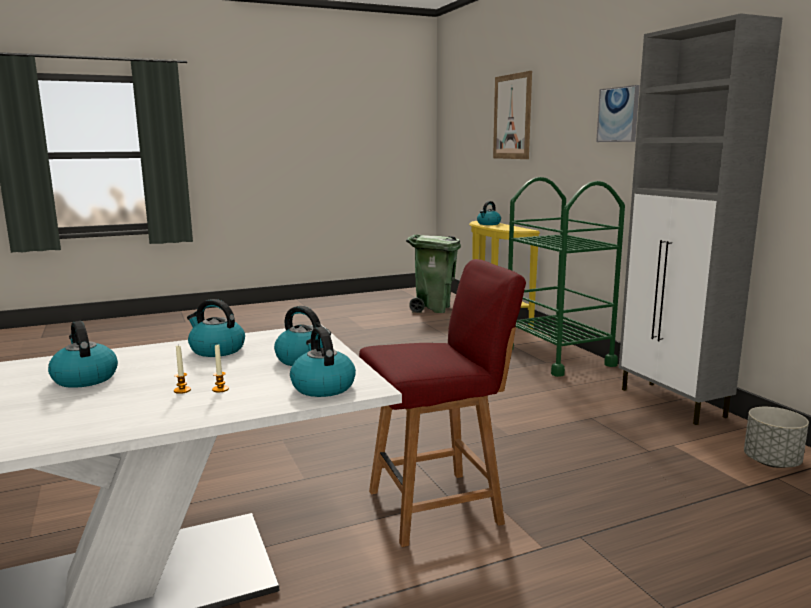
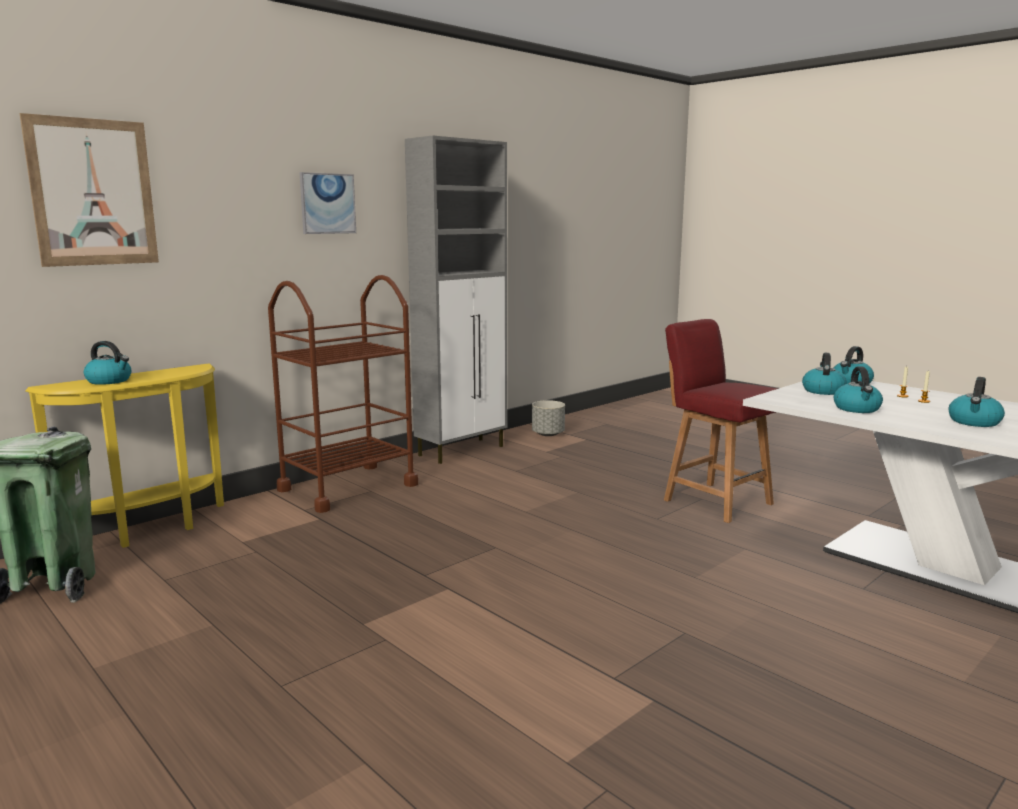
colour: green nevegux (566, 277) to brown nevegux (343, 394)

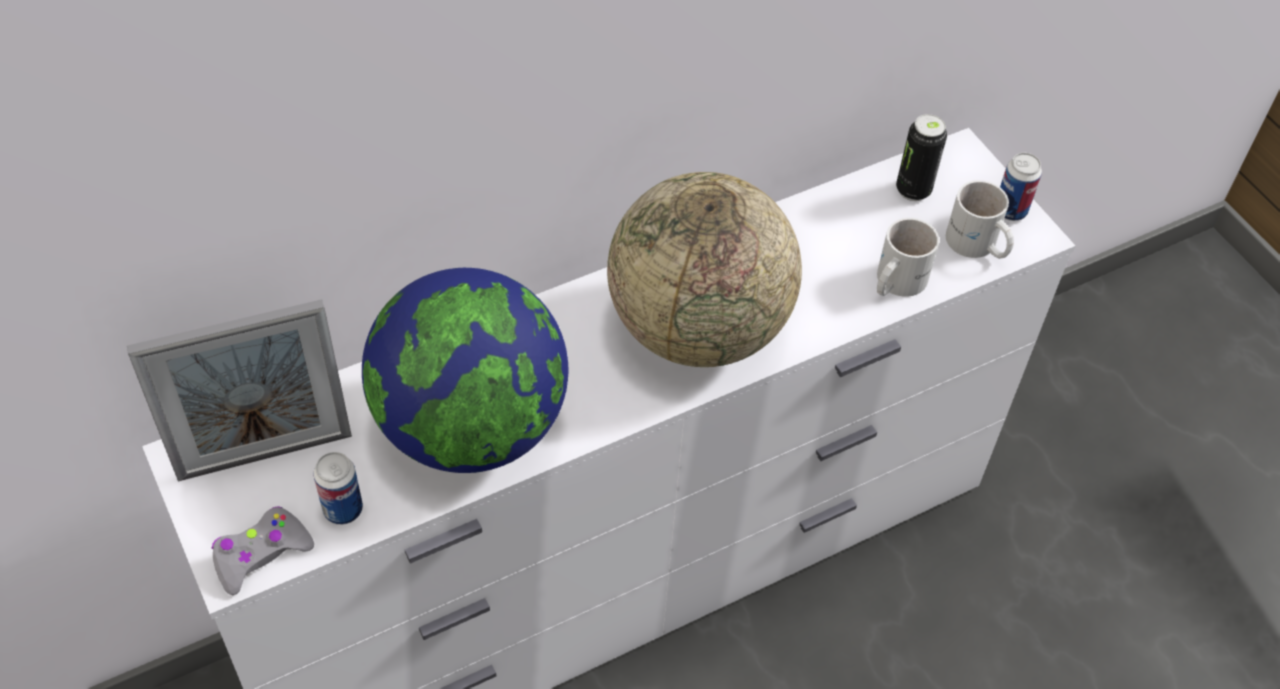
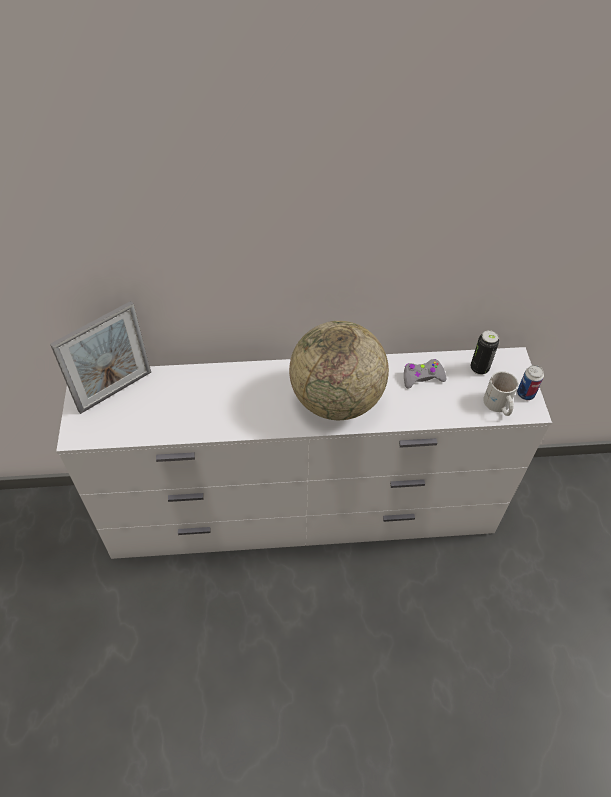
missing: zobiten (338, 488); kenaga (465, 370); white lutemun (908, 257)
relocated: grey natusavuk (263, 551) to (425, 373)
spun: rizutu (239, 390) = (100, 357) 45 degrees counterclockwise

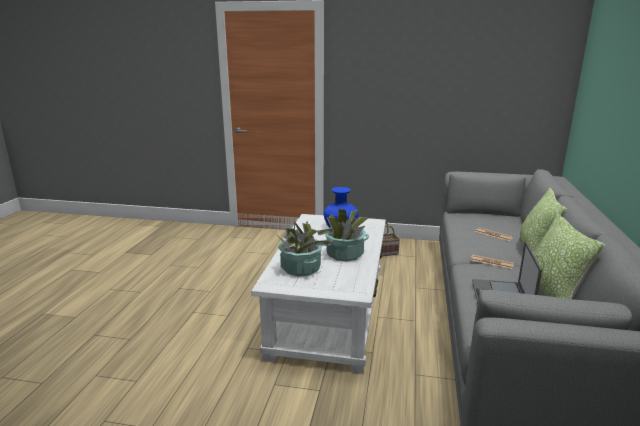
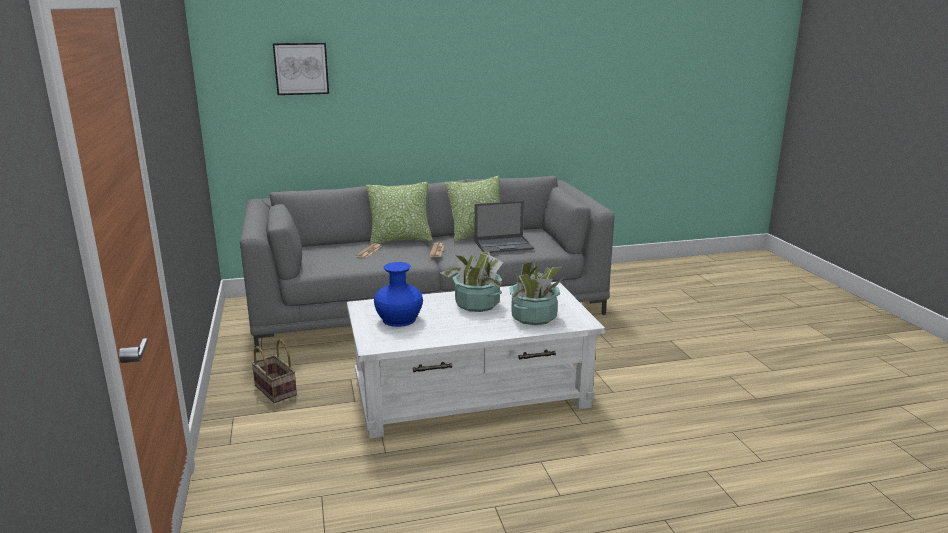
appeared: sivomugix (301, 69)

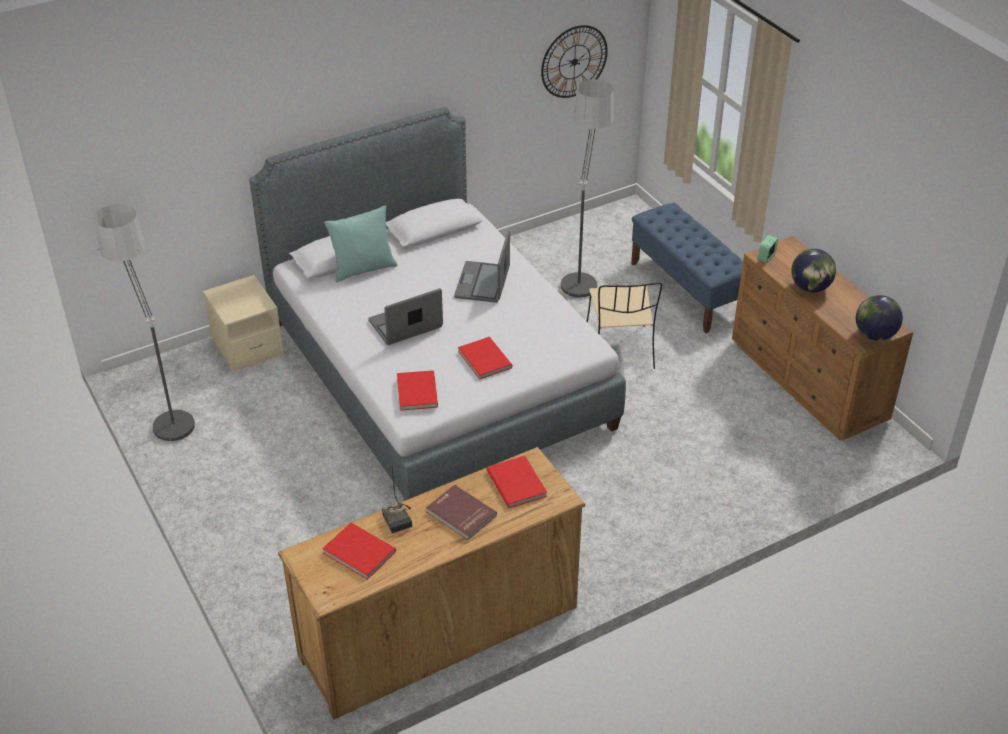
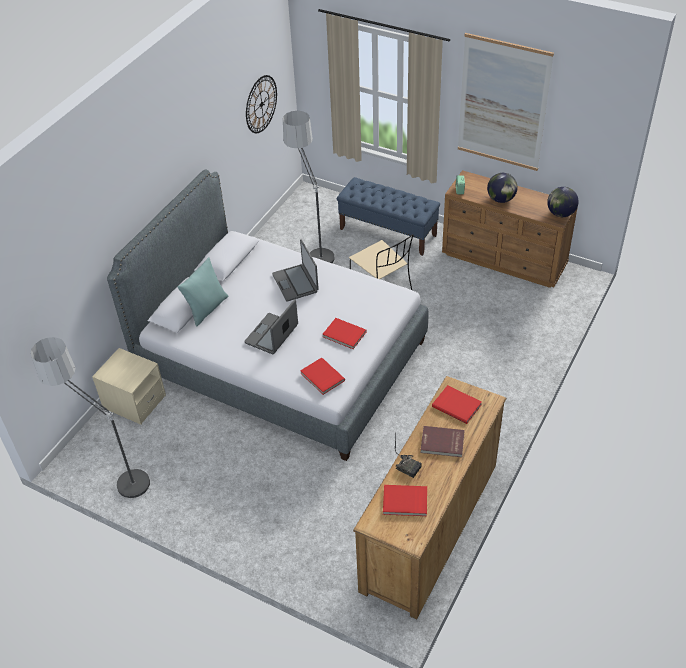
appeared: sivomugix (506, 102)

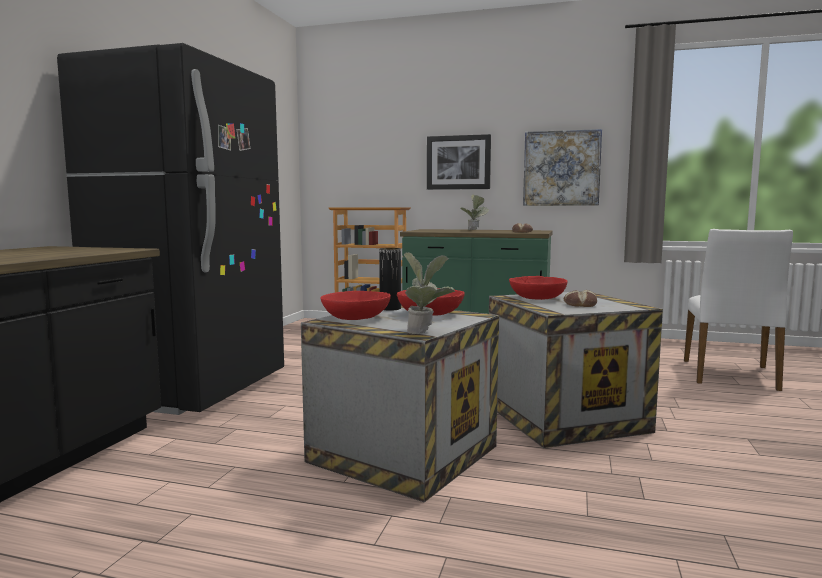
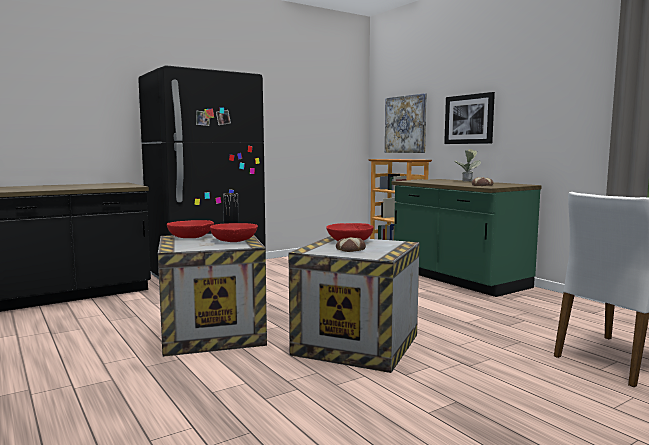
missing: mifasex (429, 293)
relocated: sivomugix (562, 167) to (406, 123)

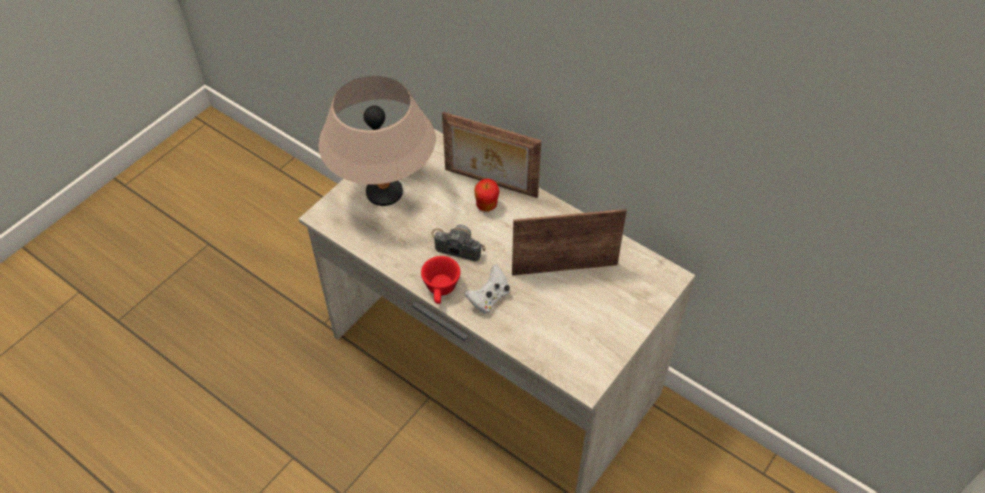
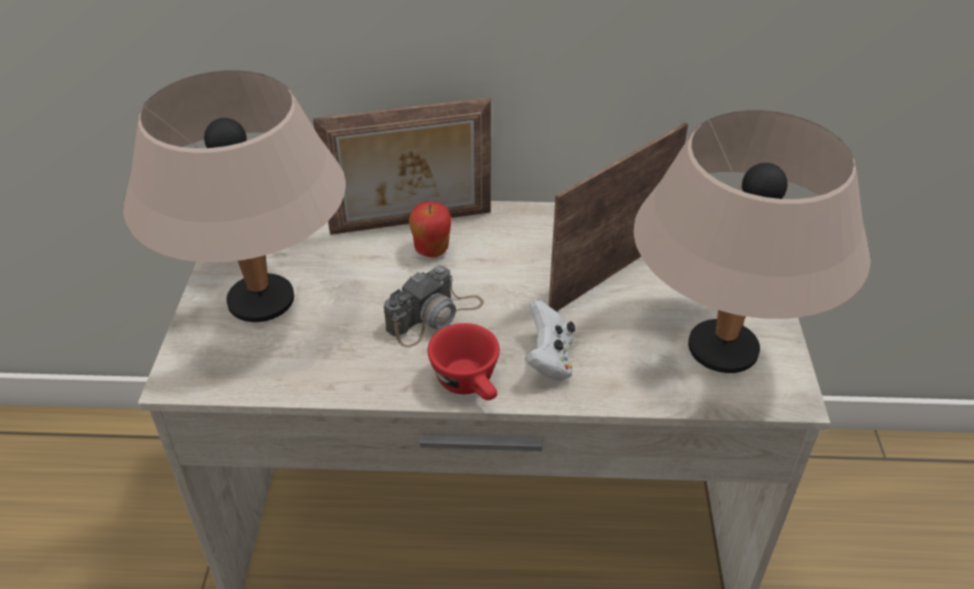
appeared: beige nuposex (752, 241)
spun: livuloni (458, 243) = (434, 306) 150 degrees clockwise

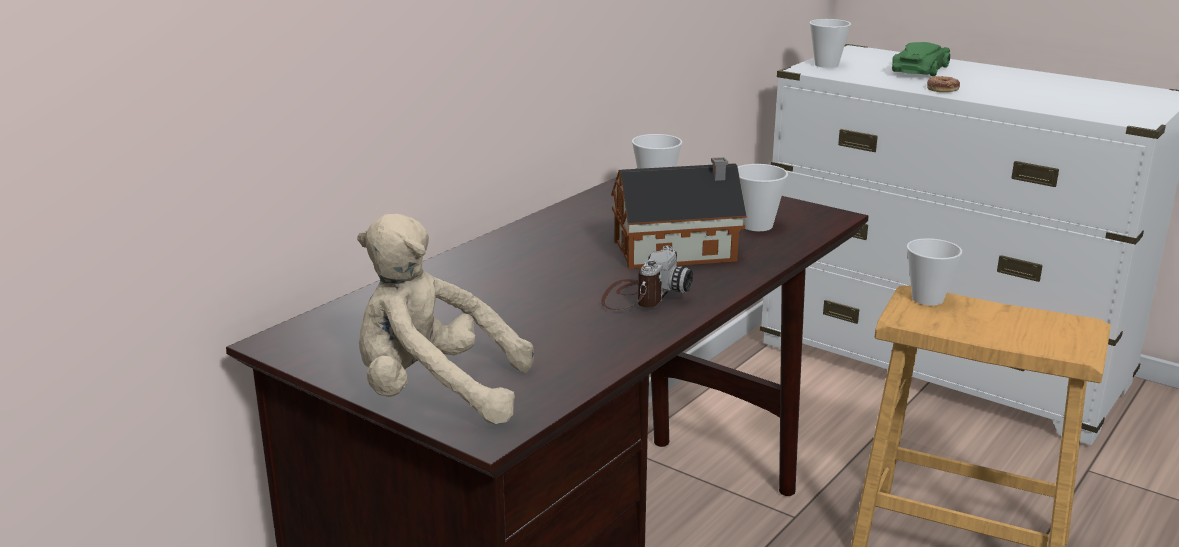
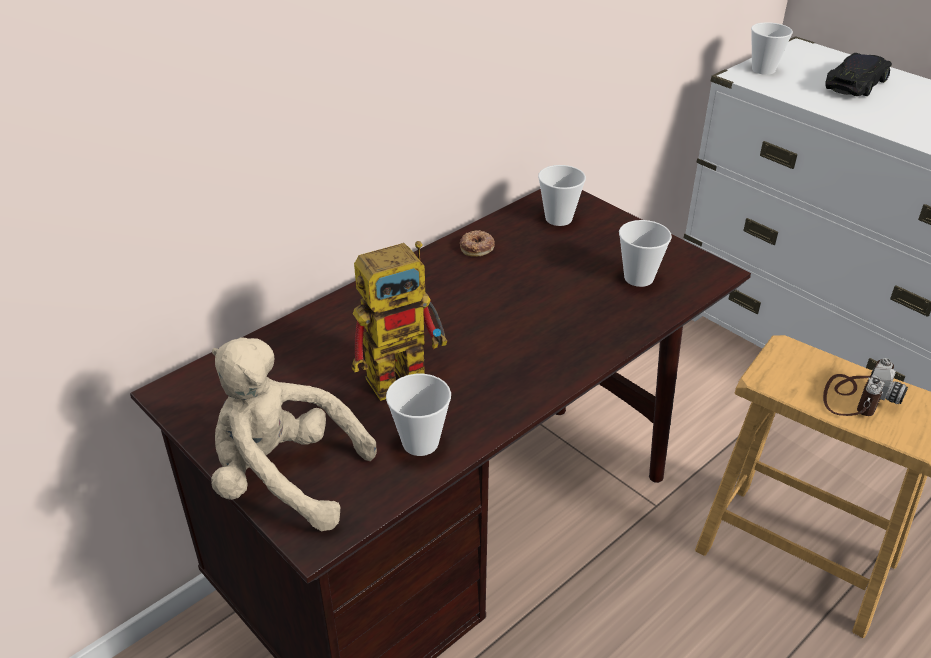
missing: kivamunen (679, 213)
appeared: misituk (399, 321)
relocated: livuloni (647, 278) to (865, 387); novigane (934, 272) to (418, 415); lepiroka (943, 84) to (477, 243)
colour: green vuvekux (921, 59) to black vuvekux (858, 74)

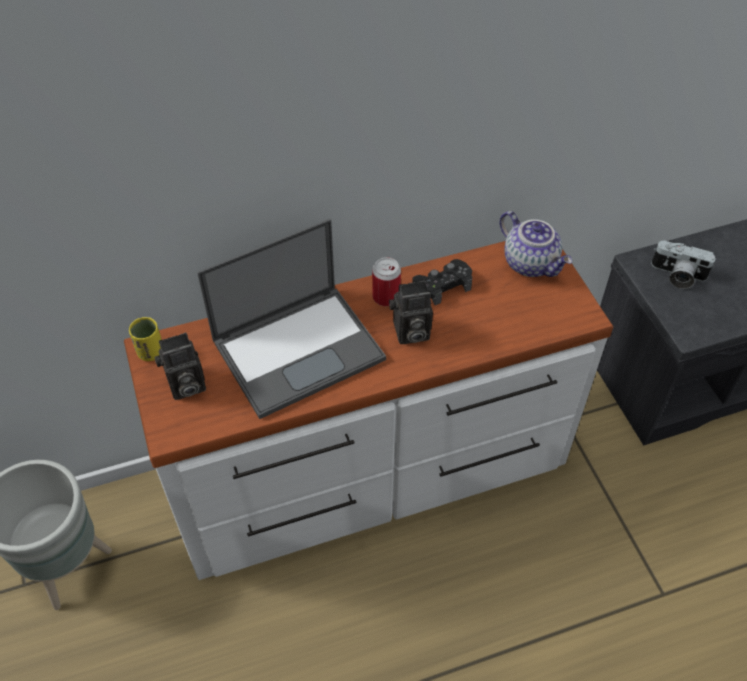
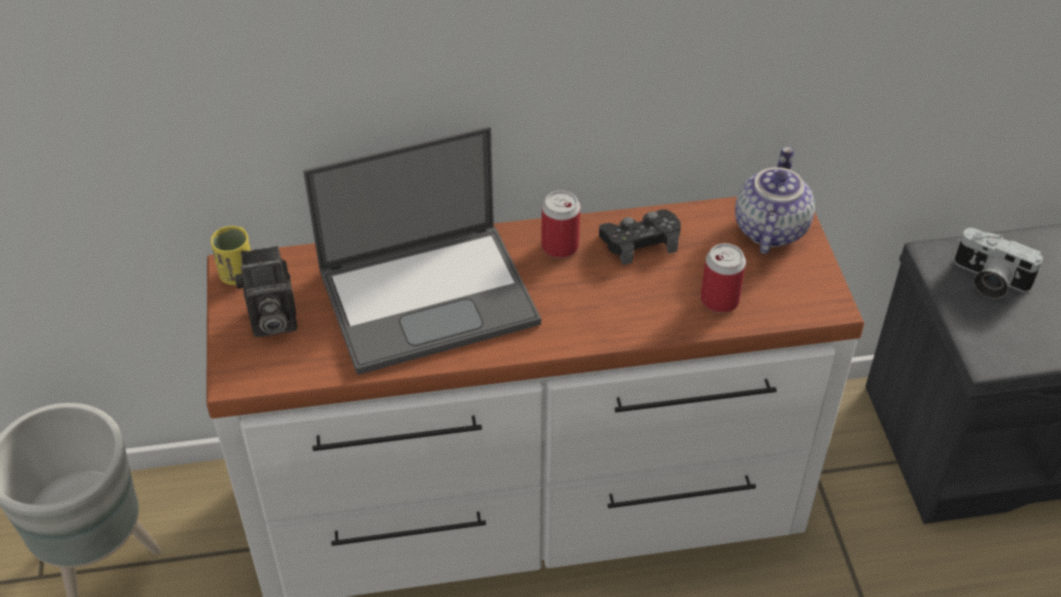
missing: livuloni (411, 312)
appeared: zobiten (723, 278)
spun: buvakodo (535, 244) = (775, 200) 135 degrees counterclockwise

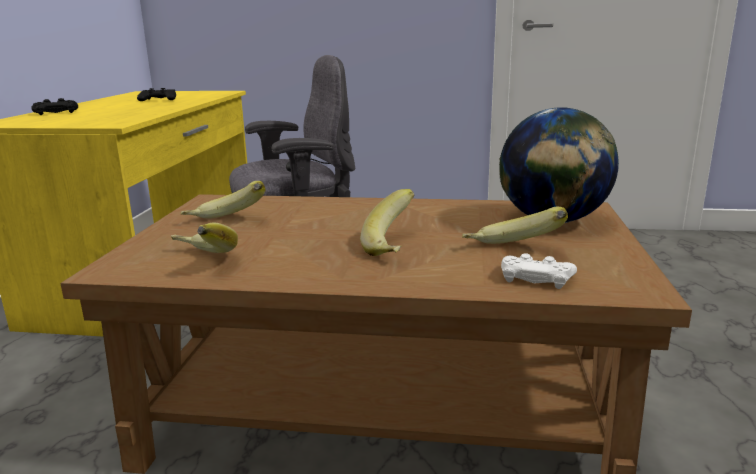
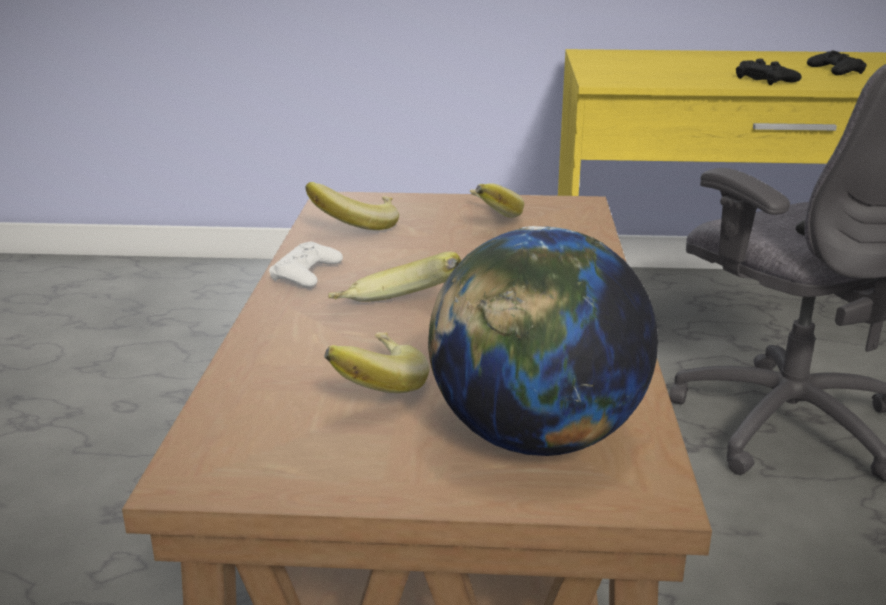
relocated: black natusavuk (54, 106) to (769, 72); white natusavuk (539, 271) to (306, 264)

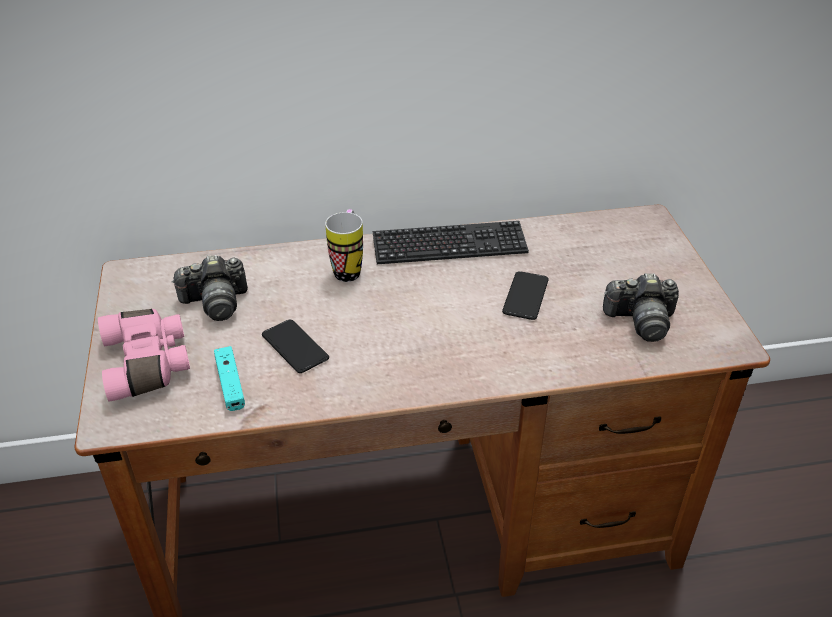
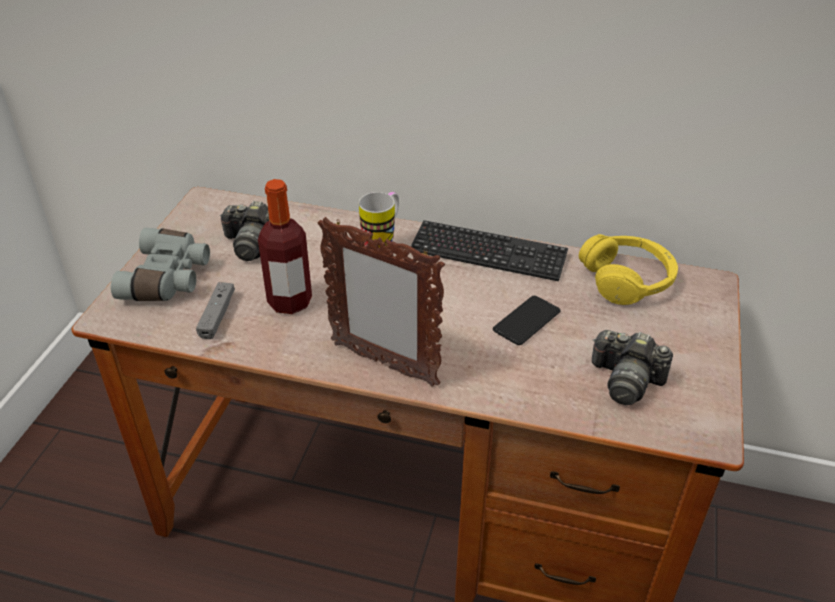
appeared: rizutu (381, 302); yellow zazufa (628, 269)
exchanged: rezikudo (296, 346) to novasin (285, 246)
colour: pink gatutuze (144, 355) to grey gatutuze (160, 264); turquoise natusavuk (229, 378) to grey natusavuk (215, 310)

